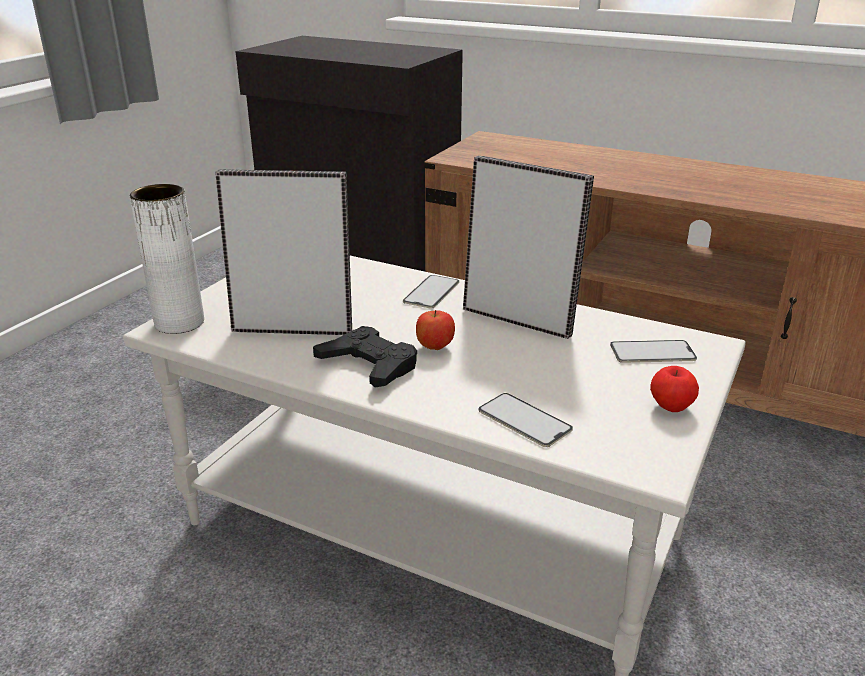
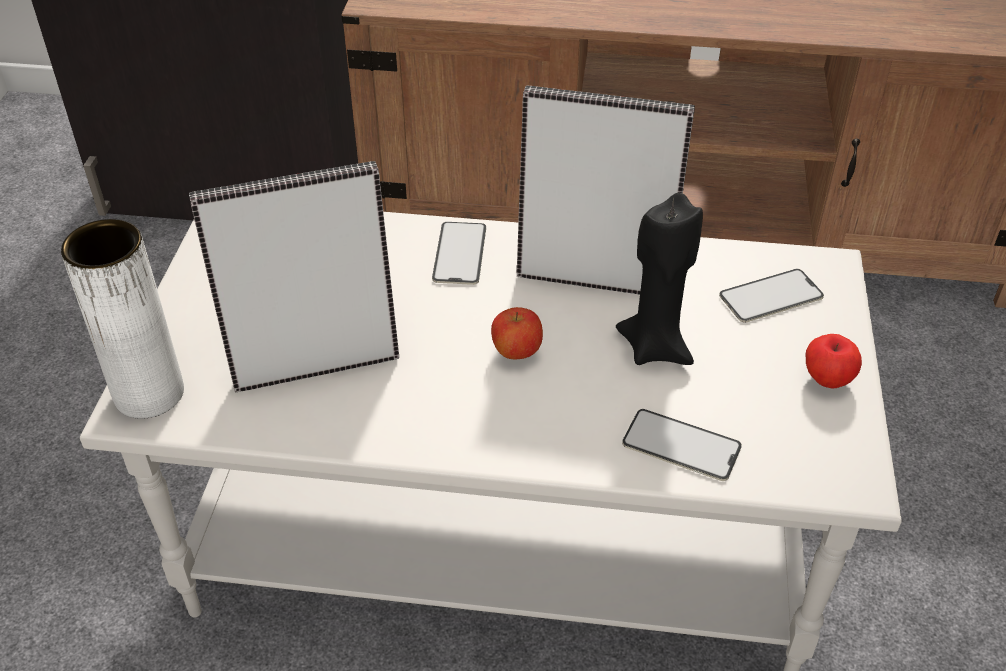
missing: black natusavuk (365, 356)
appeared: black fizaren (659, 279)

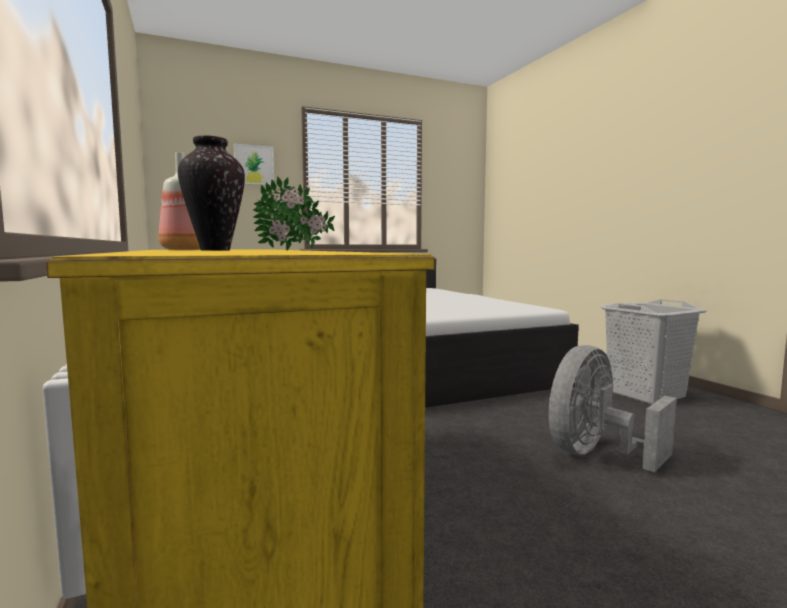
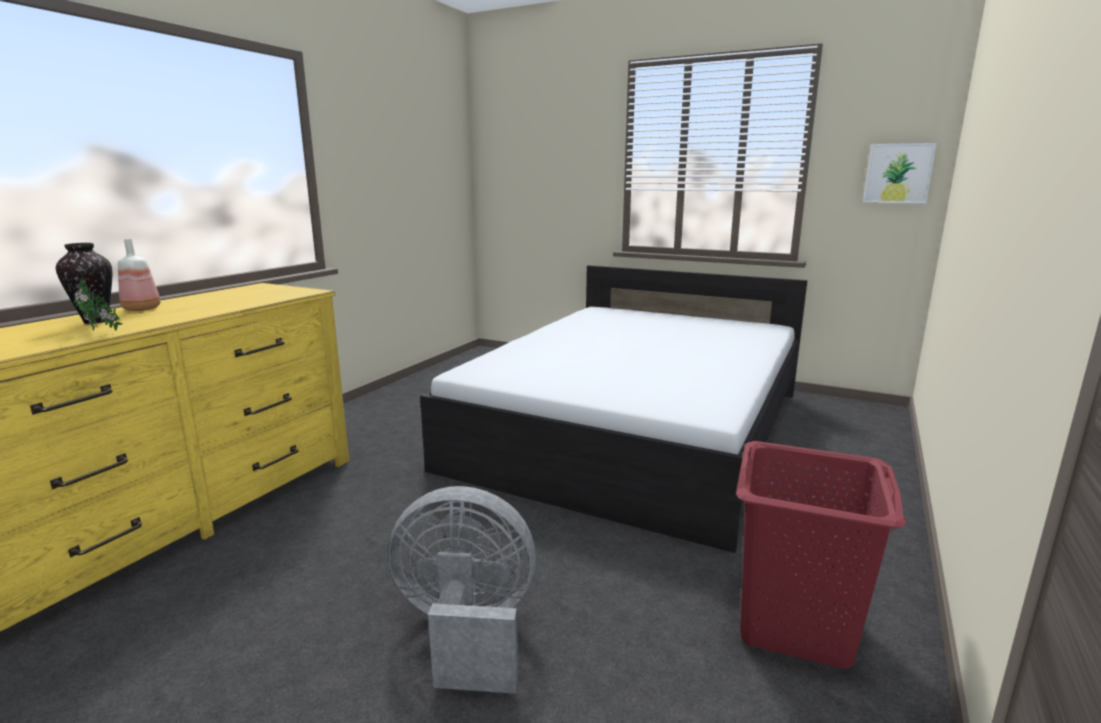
relocated: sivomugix (254, 164) to (900, 173)
colour: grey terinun (653, 351) to red terinun (821, 555)

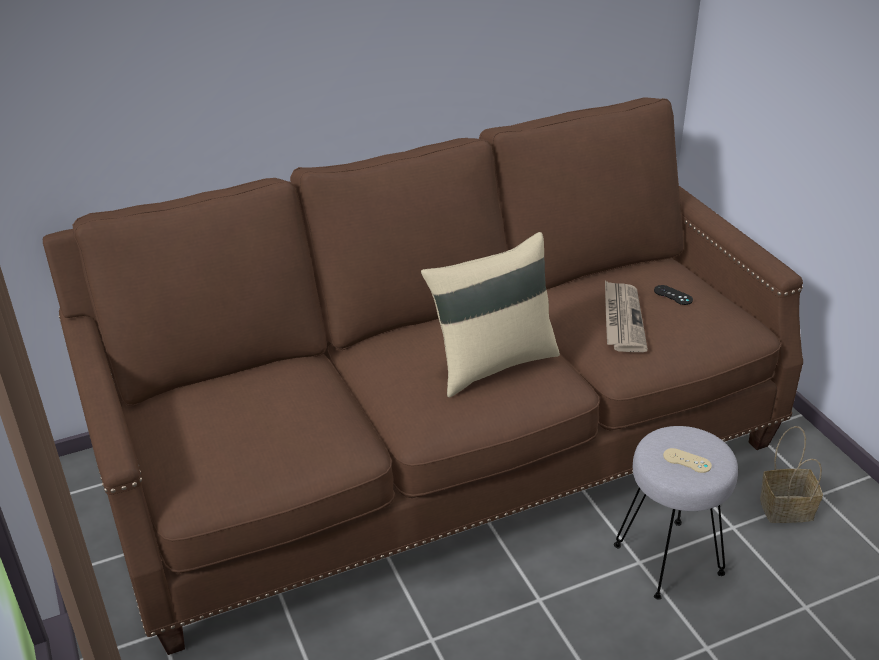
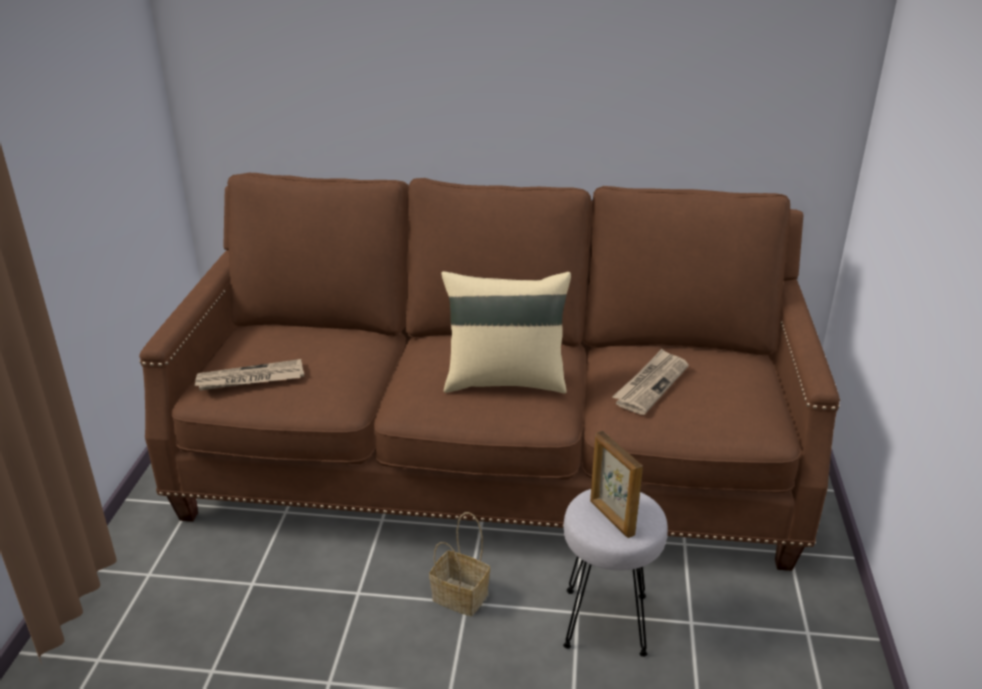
missing: black natusavuk (673, 295)
appeared: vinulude (249, 375)
relocated: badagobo (791, 474) to (459, 564)
exchanged: beige natusavuk (687, 460) to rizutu (616, 484)

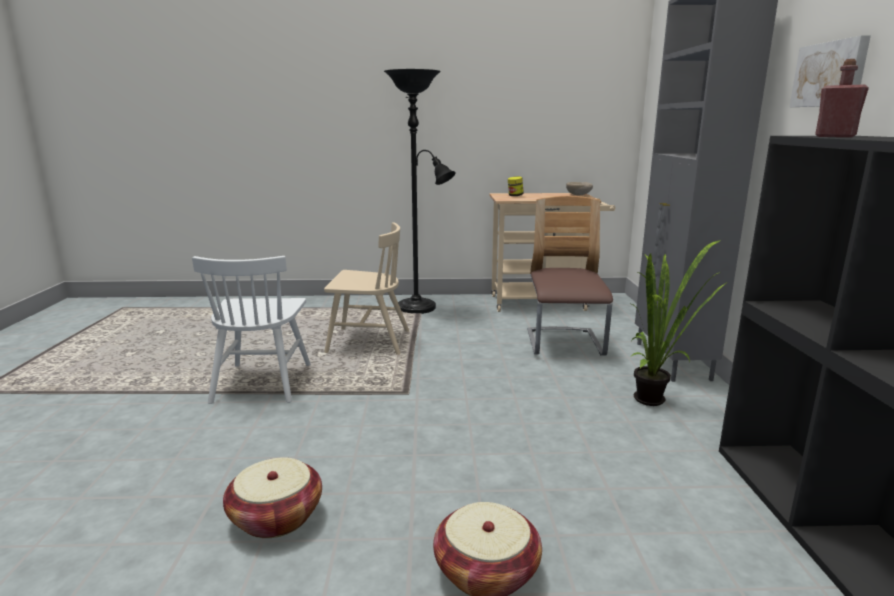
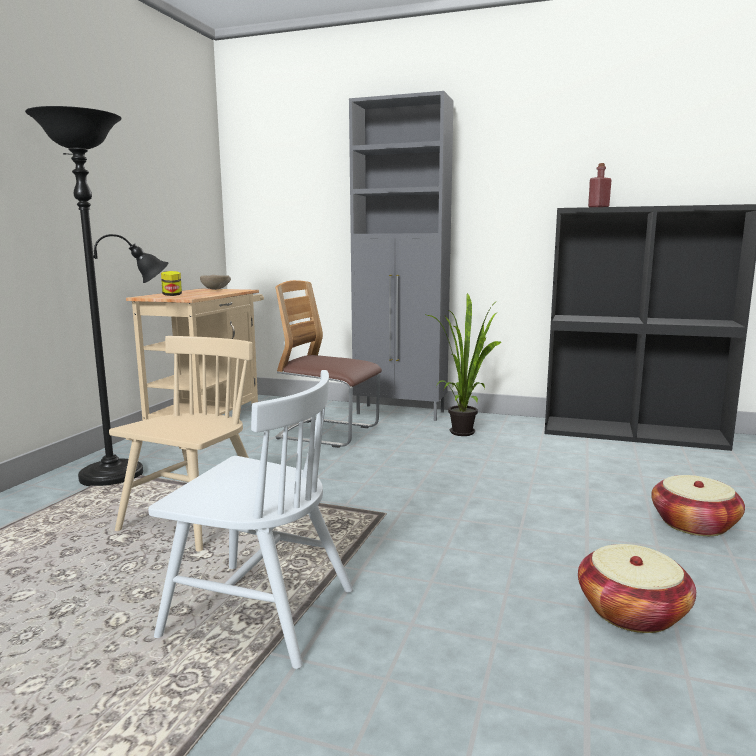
missing: sivomugix (830, 71)

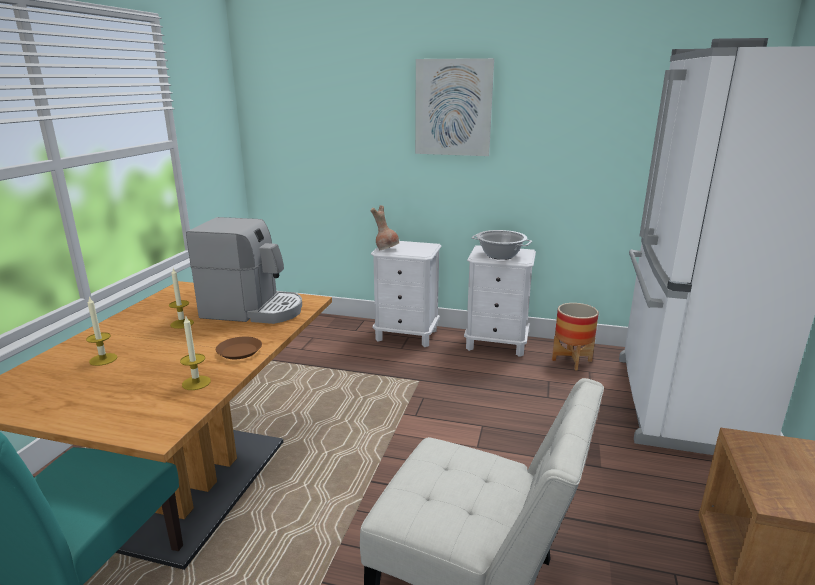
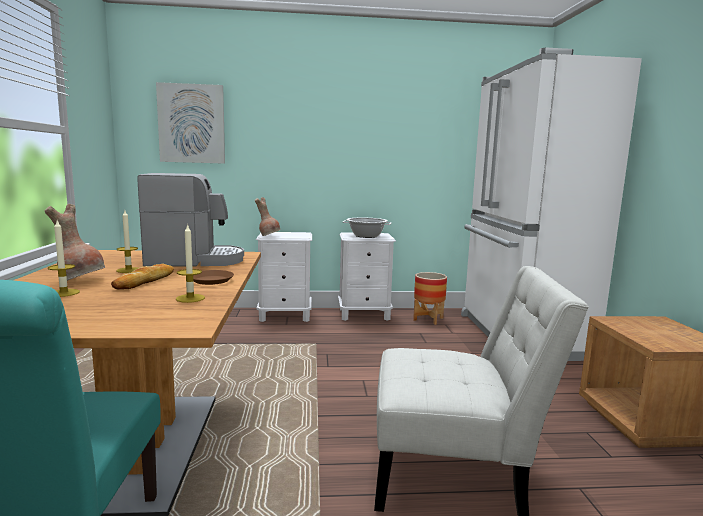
appeared: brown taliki (75, 242); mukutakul (142, 276)
relocated: sivomugix (454, 107) to (190, 123)

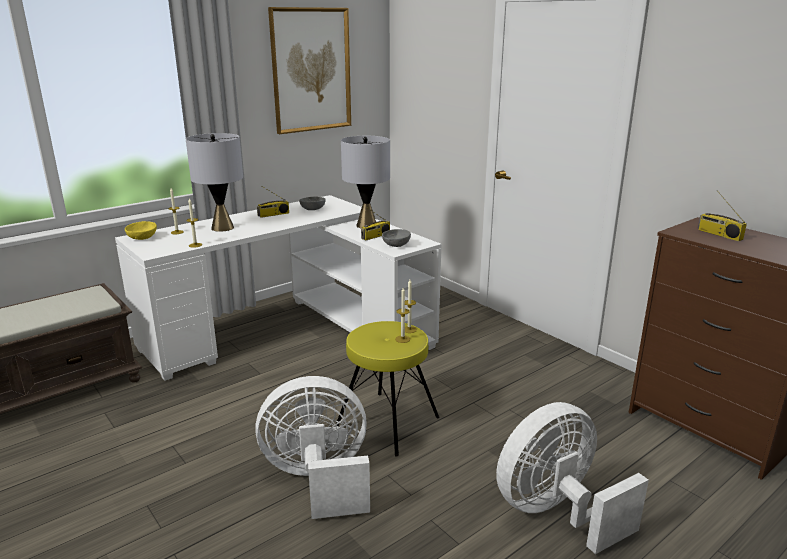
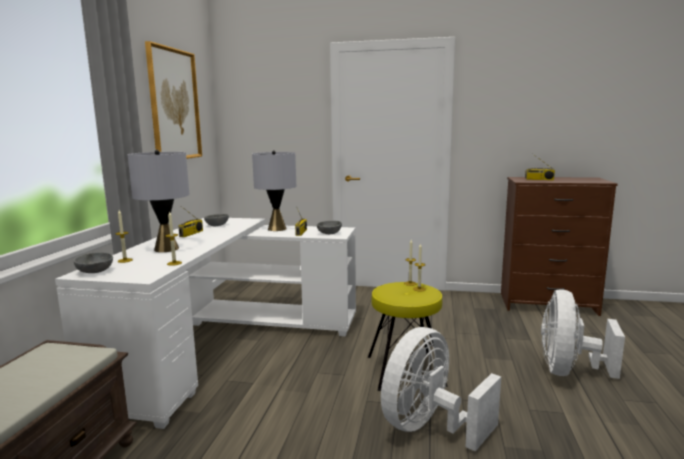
colour: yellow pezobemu (141, 230) to grey pezobemu (93, 262)

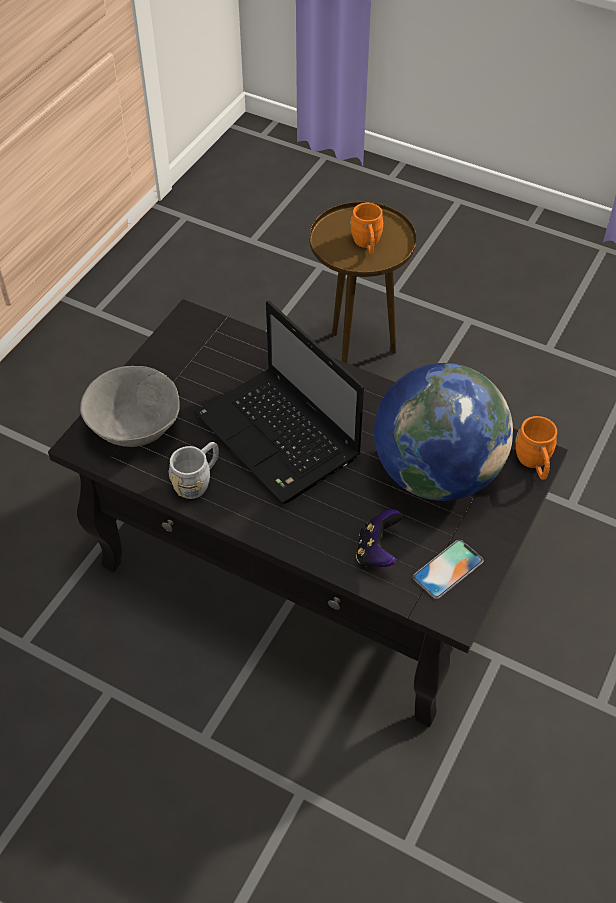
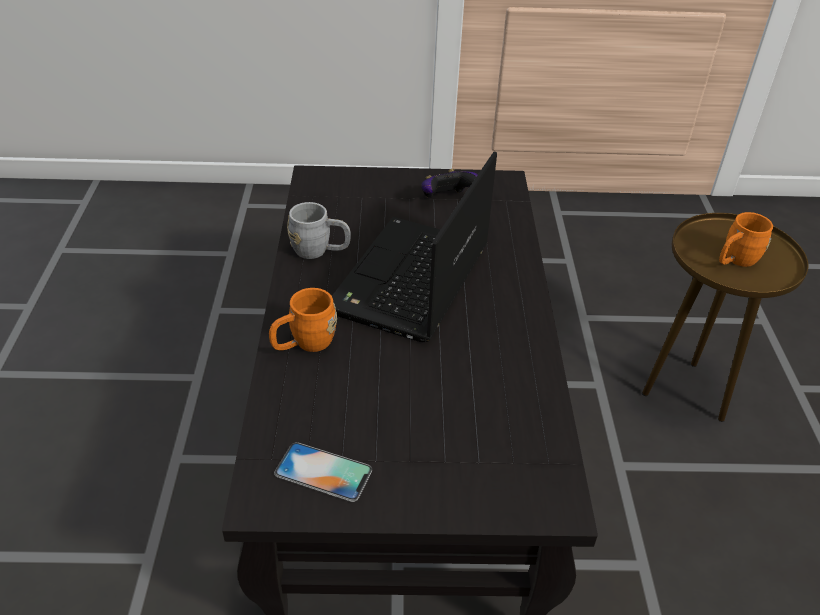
missing: grey pezobemu (130, 406); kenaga (443, 432)
relocated: natusavuk (379, 538) to (449, 183); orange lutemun (536, 448) to (303, 320)

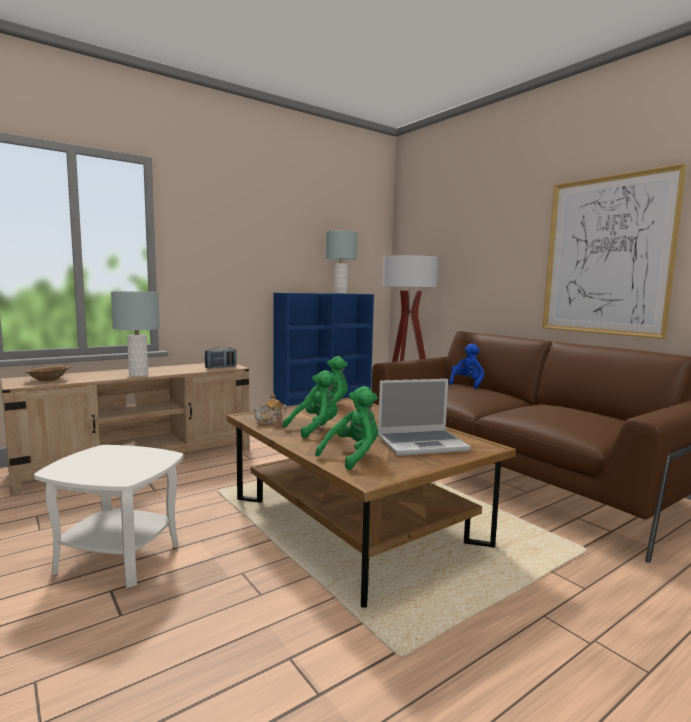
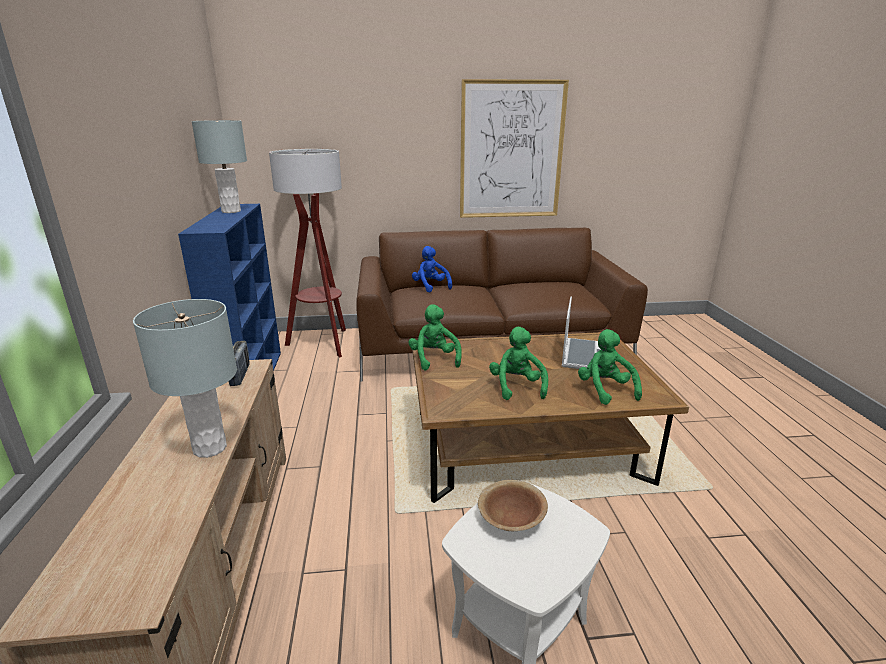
missing: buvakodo (270, 409)
relocated: brown pezobemu (48, 374) to (513, 506)

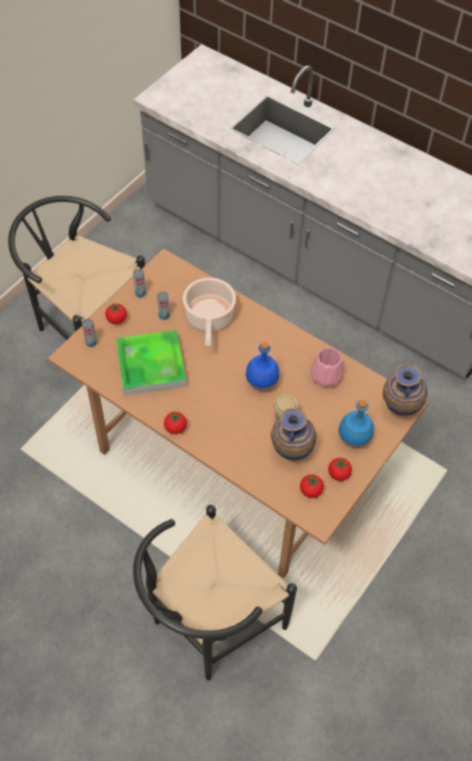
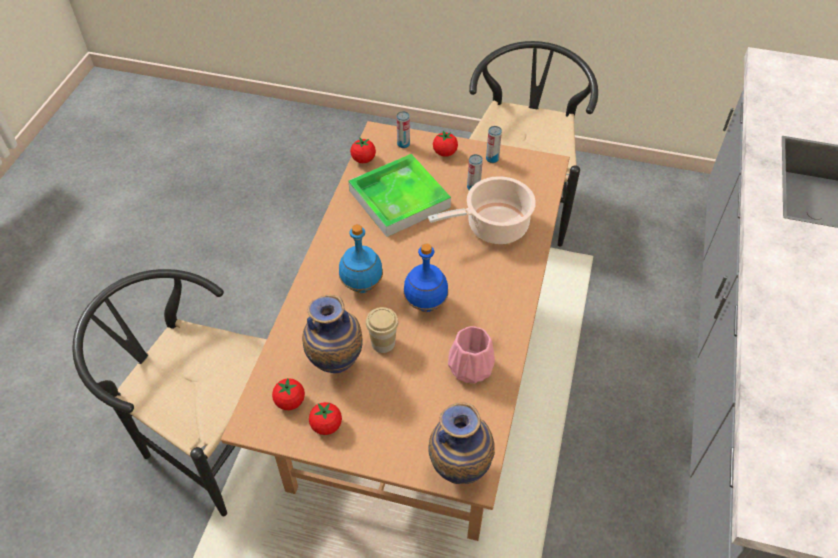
relocated: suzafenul (175, 422) to (363, 150); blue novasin (356, 424) to (361, 258)

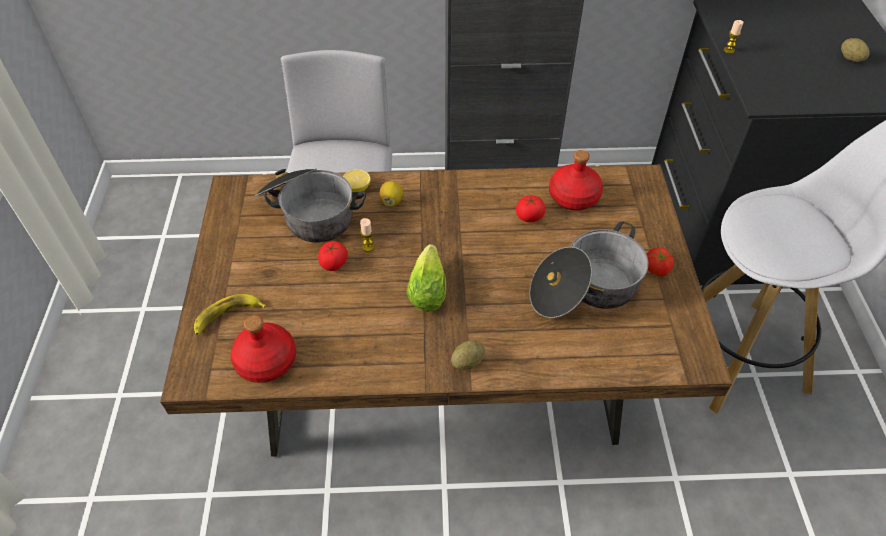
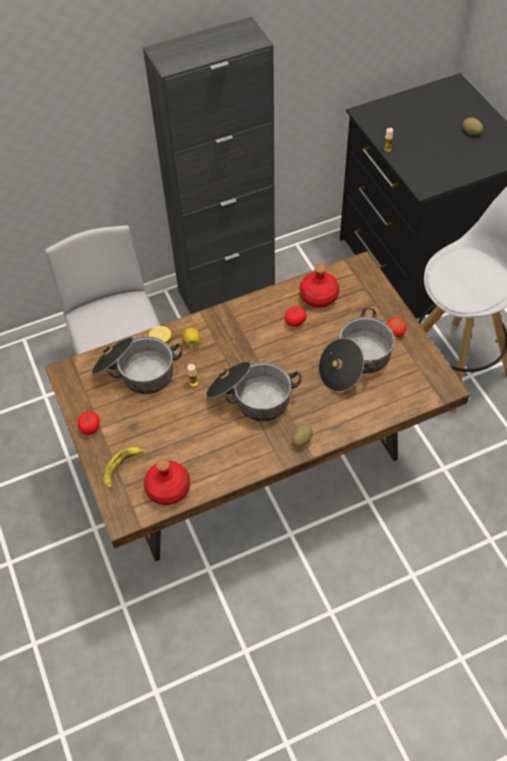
relocated: suzafenul (333, 256) to (89, 423)
exchanged: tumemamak (426, 278) to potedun (254, 391)

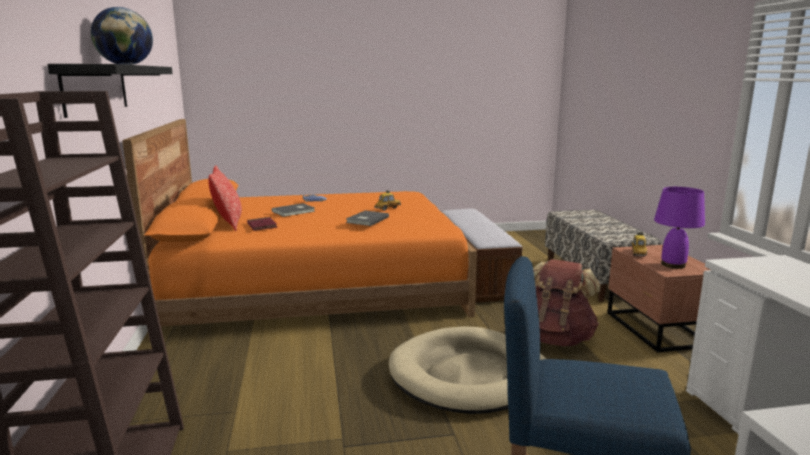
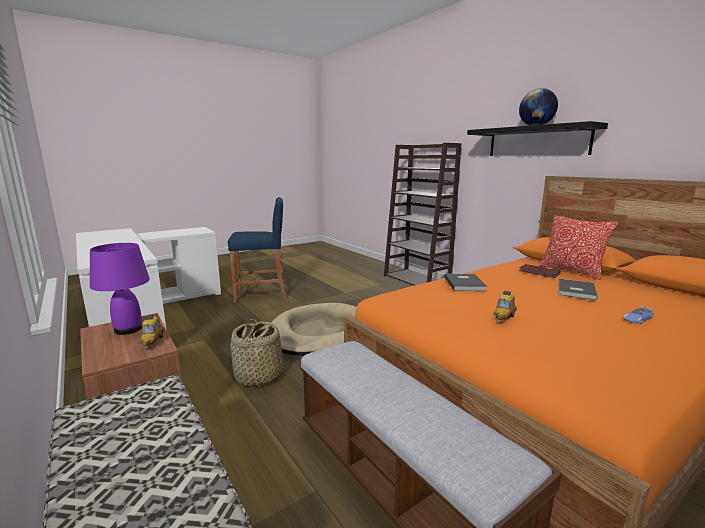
exchanged: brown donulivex (567, 302) to badagobo (257, 353)

